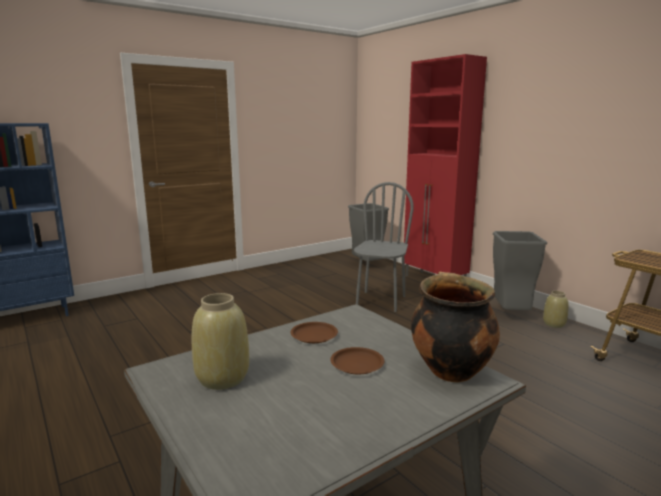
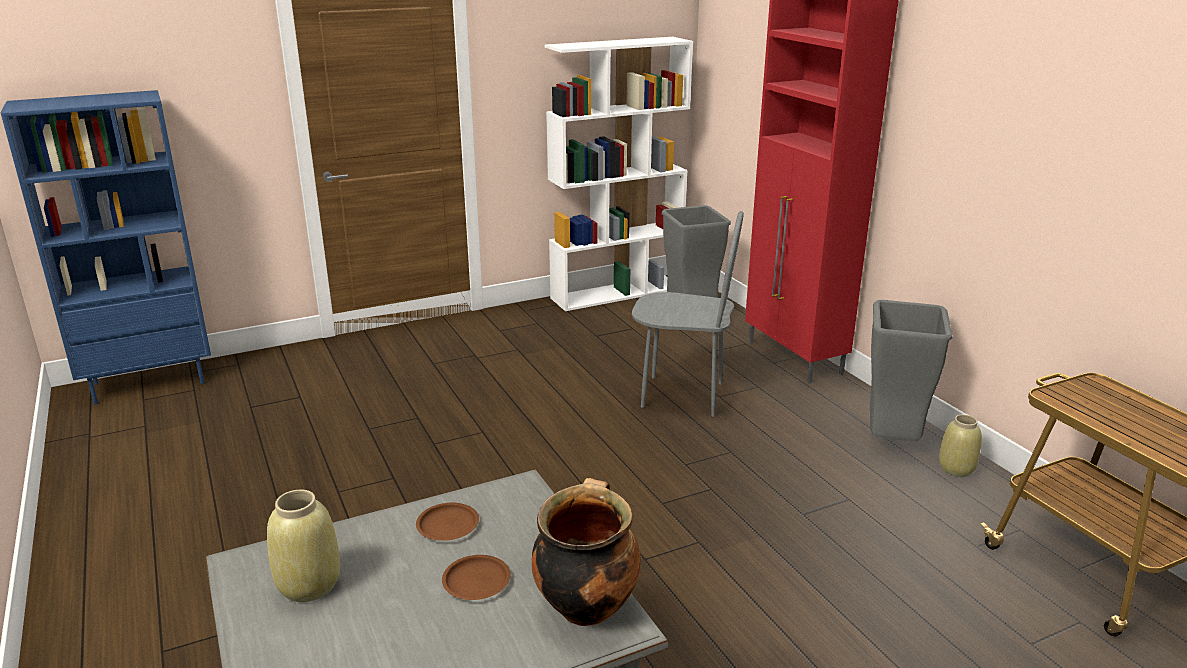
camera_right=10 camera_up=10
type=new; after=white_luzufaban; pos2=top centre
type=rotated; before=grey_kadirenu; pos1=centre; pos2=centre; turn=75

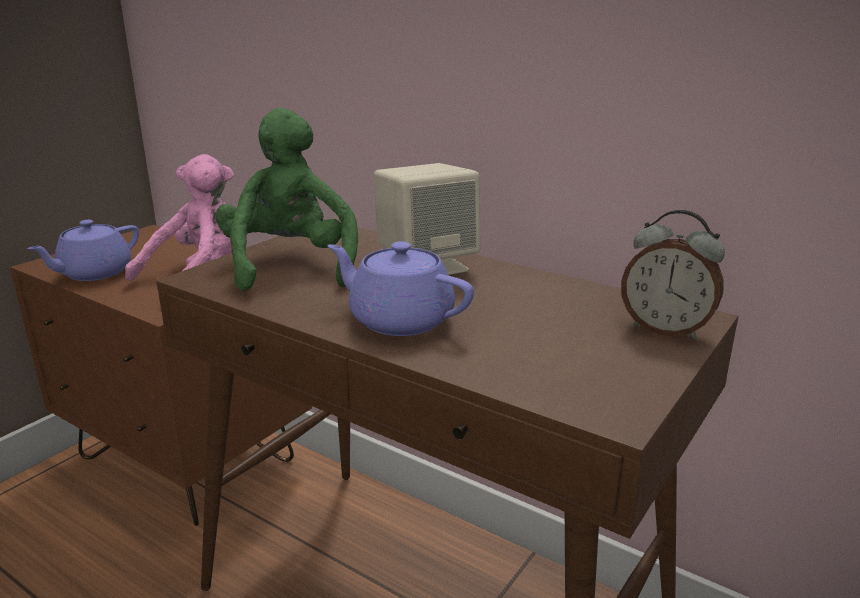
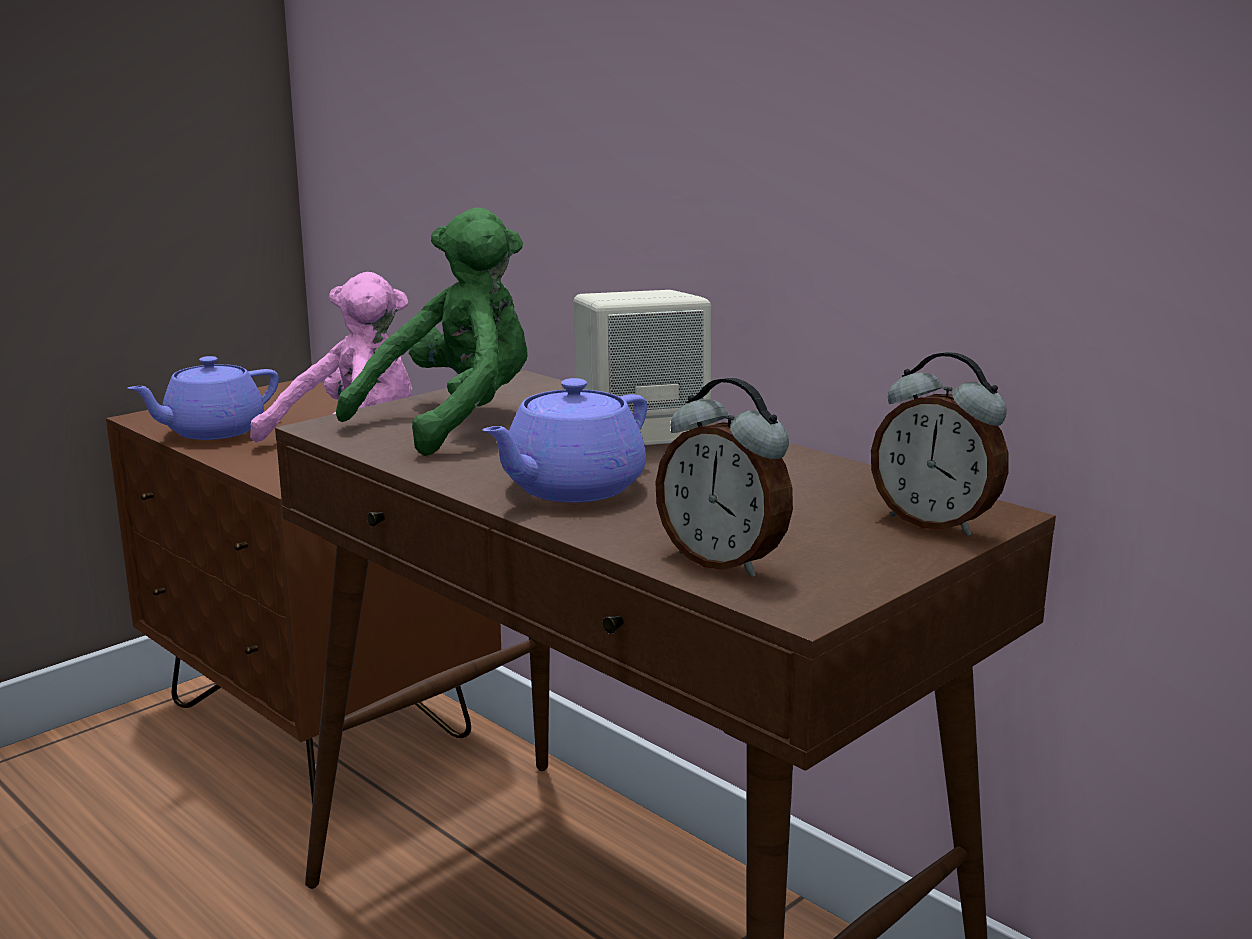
camera_right=10 camera_up=-5
type=rotated; before=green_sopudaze; pos1=top left; pos2=centre; turn=45
type=rotated; before=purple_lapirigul (no. 2 from left); pos1=centre; pos2=centre; turn=-90
type=new; after=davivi (no. 1 from left); pos2=centre

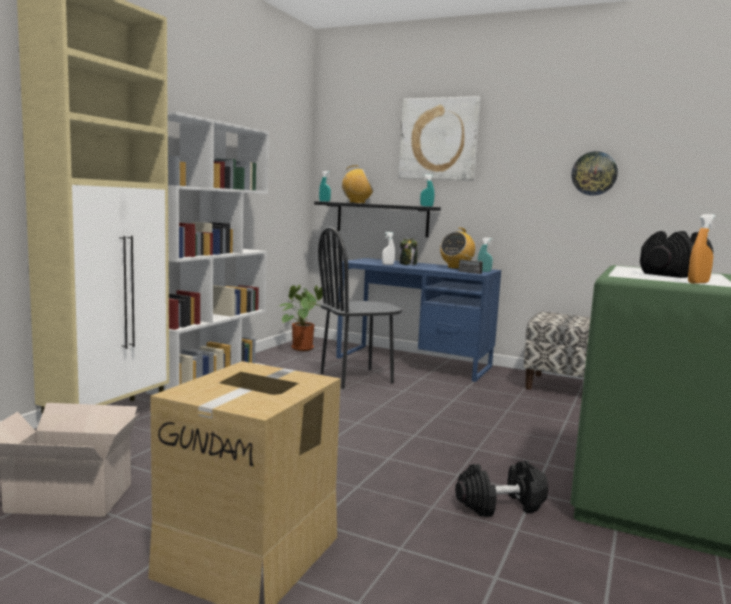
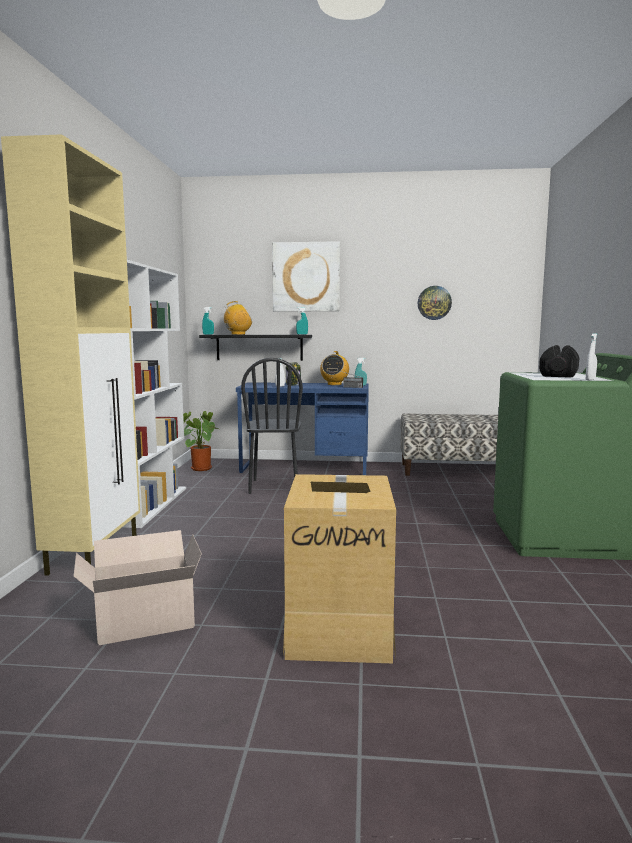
camera_right=-20 camera_up=0
type=rotated; before=black_kadirenu; pos1=centre; pos2=centre; turn=-45
type=repainted; before=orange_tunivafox; after=white_tunivafox (no. 2 from left); pos1=middle right; pos2=middle right
type=gone; before=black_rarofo (no. 1 from left); pos1=bottom right

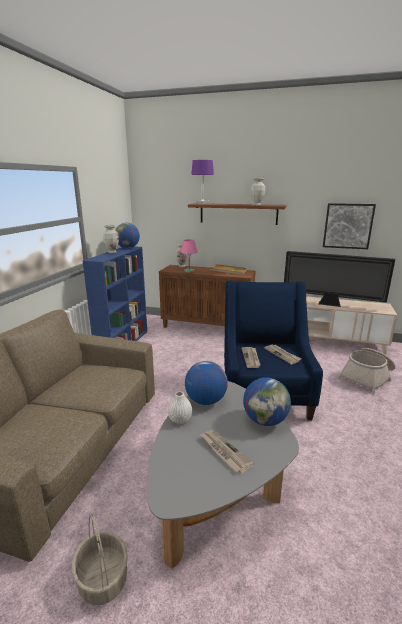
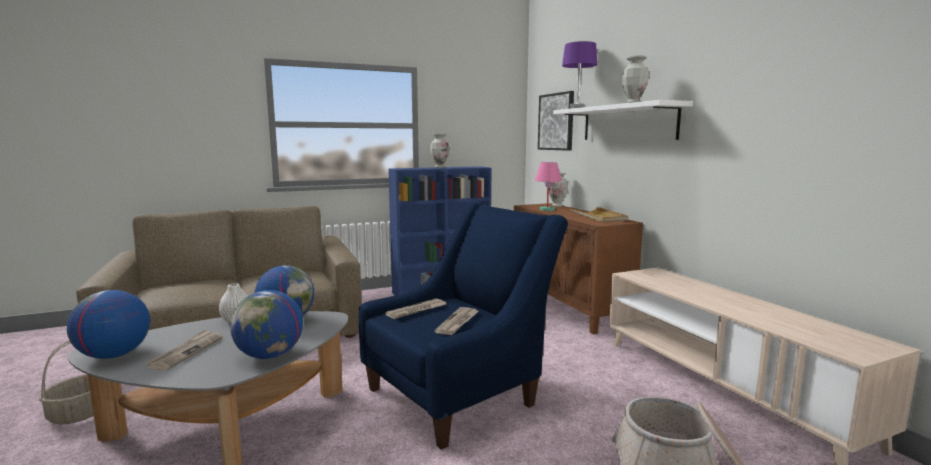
camera_right=50 camera_up=-10
type=shifted; before=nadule (no. 1 from left); pos1=middle left; pos2=bottom left
type=shifted; before=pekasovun; pos1=middle right; pos2=top centre
type=repainted; before=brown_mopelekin; after=white_mopelekin; pos1=centre; pos2=top right
type=gone; before=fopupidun; pos1=middle right

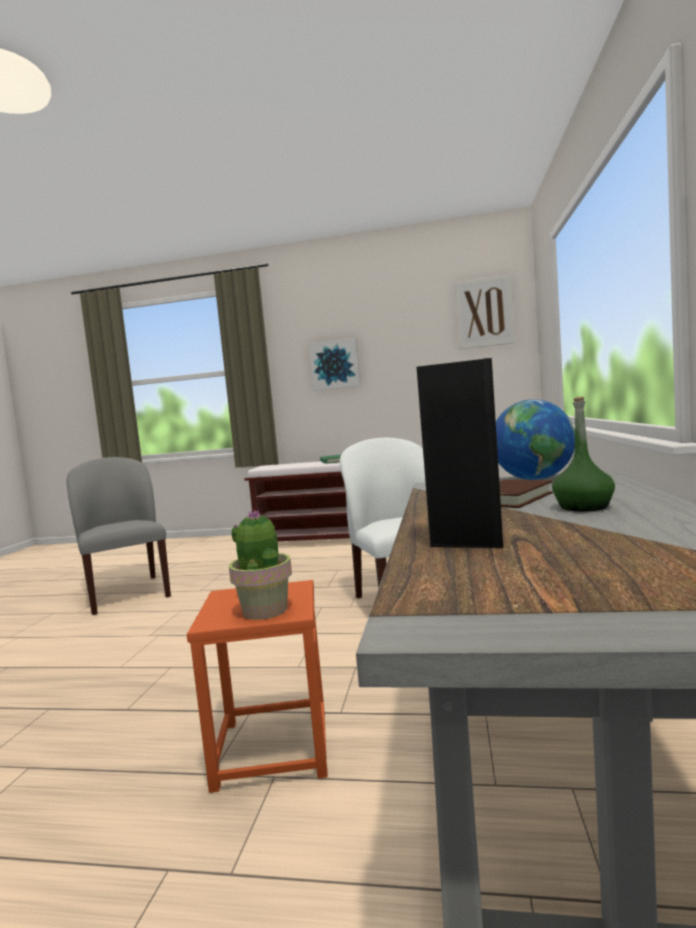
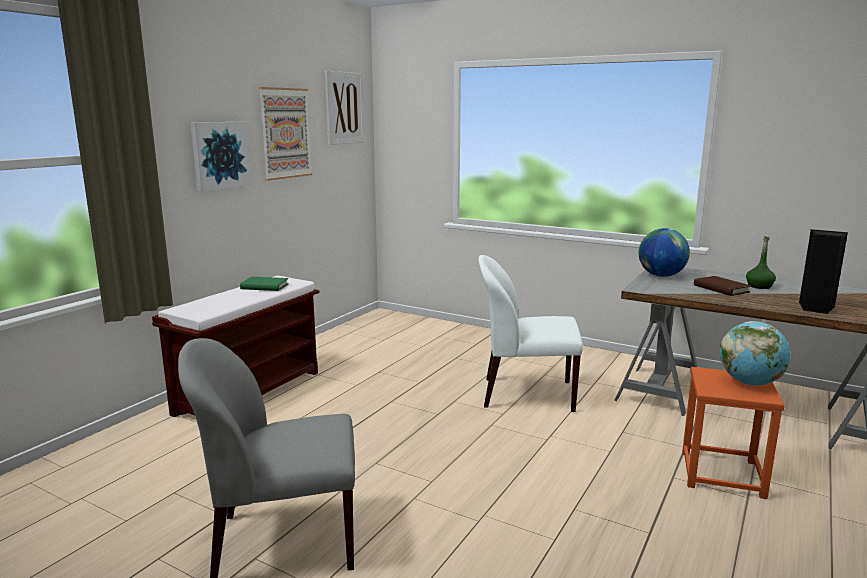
camera_right=-70 camera_up=10
type=new; after=pekasovun (no. 2 from left); pos2=top left
type=swapped; before=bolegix; after=nadule (no. 2 from left); pos1=centre; pos2=middle right

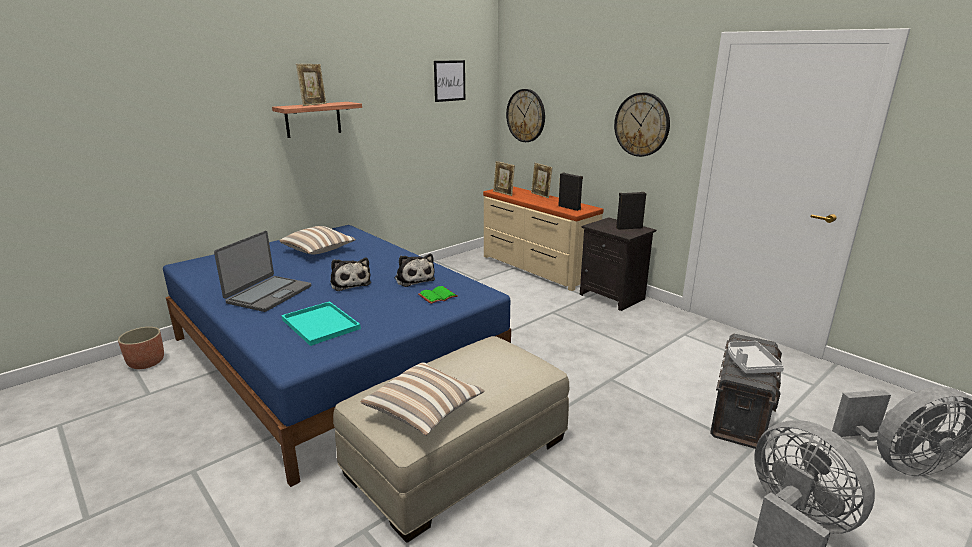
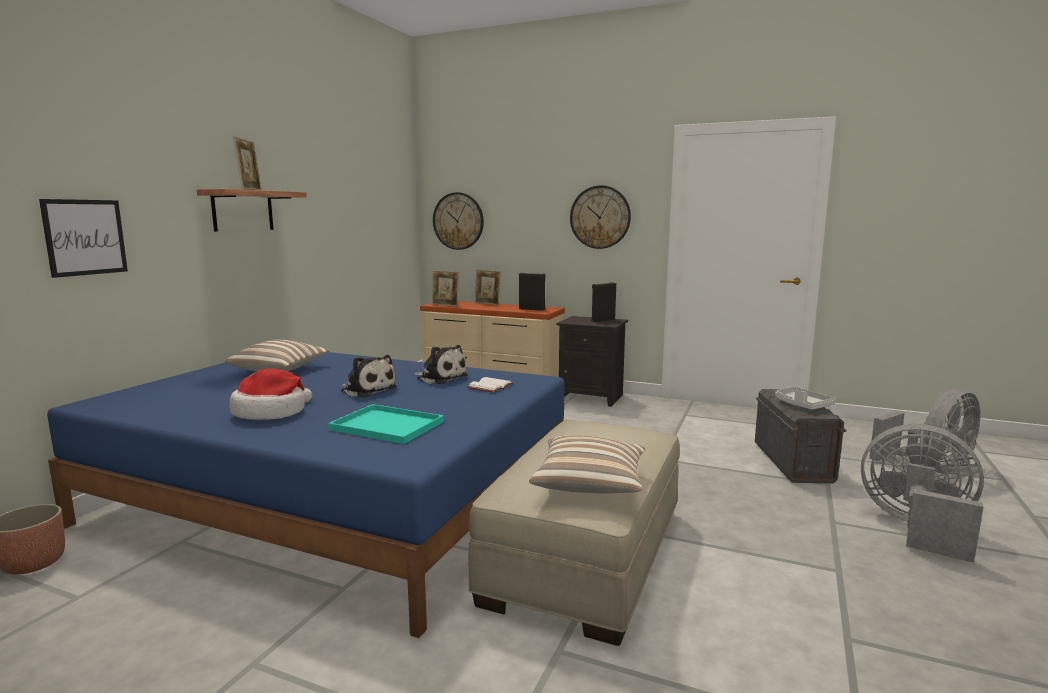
camera_right=-25 camera_up=-10
type=shifted; before=pekasovun; pos1=top centre; pos2=middle left
type=swapped; before=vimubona; after=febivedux; pos1=middle left; pos2=middle left
type=repainted; before=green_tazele; after=white_tazele; pos1=centre; pos2=centre

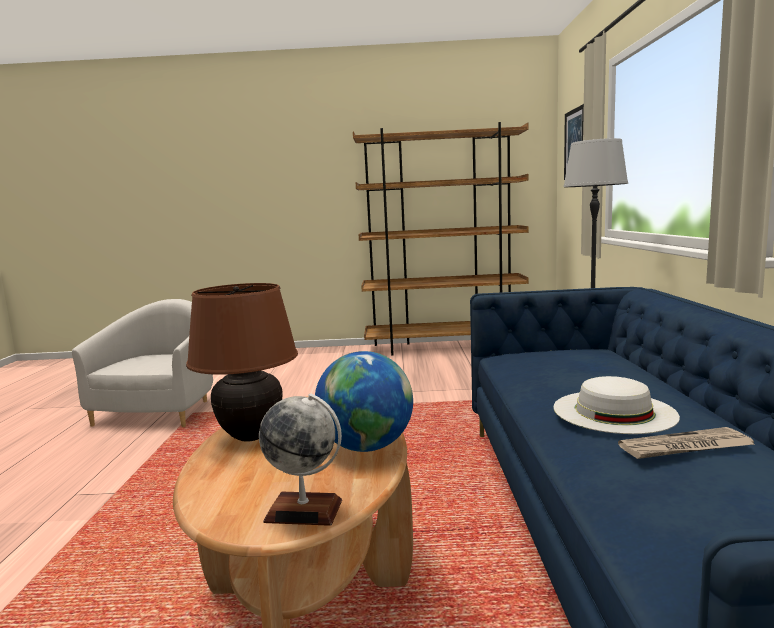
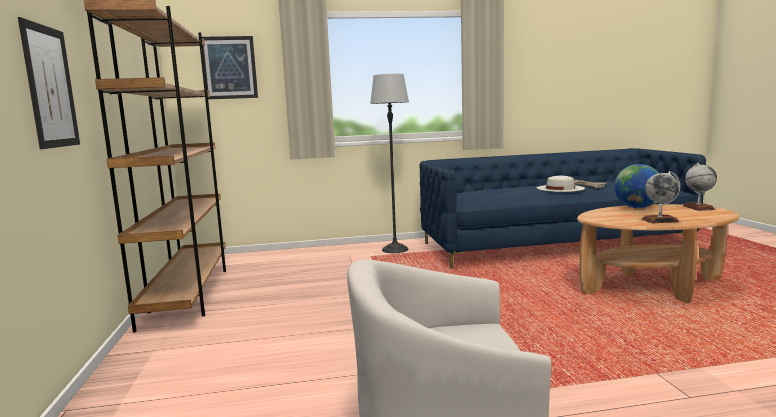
camera_right=-100 camera_up=0
type=new; after=pekasovun (no. 1 from left); pos2=top left
type=swapped; before=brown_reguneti; after=nadule (no. 2 from left); pos1=middle left; pos2=middle right

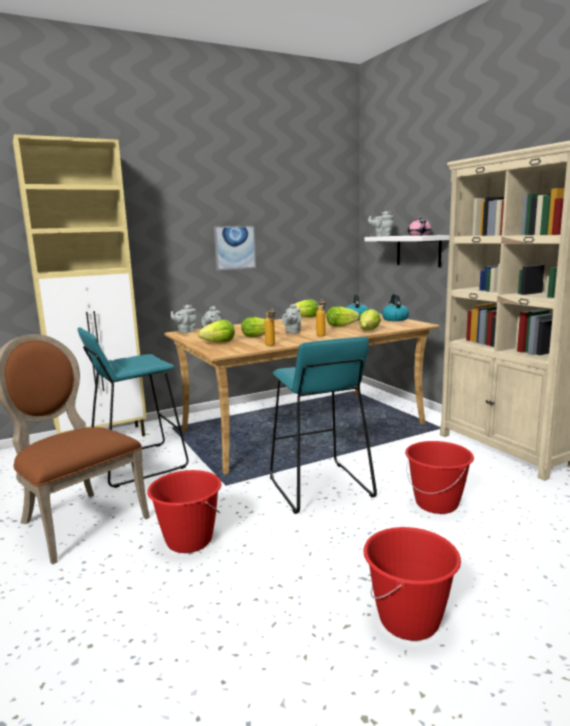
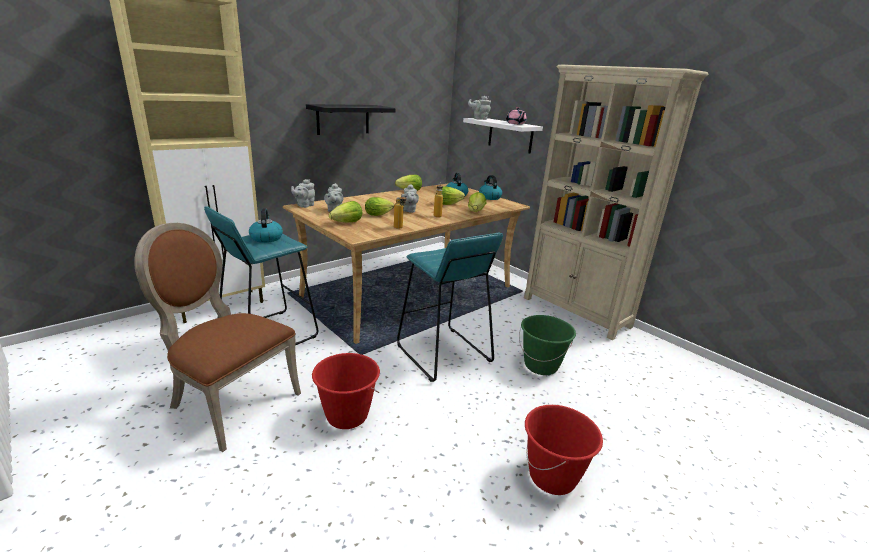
camera_right=-15 camera_up=10
type=new; after=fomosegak (no. 1 from left); pos2=middle left
type=swapped; before=pekasovun; after=black_mopelekin; pos1=centre; pos2=top centre
type=repainted; before=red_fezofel (no. 3 from left); after=green_fezofel; pos1=middle right; pos2=centre

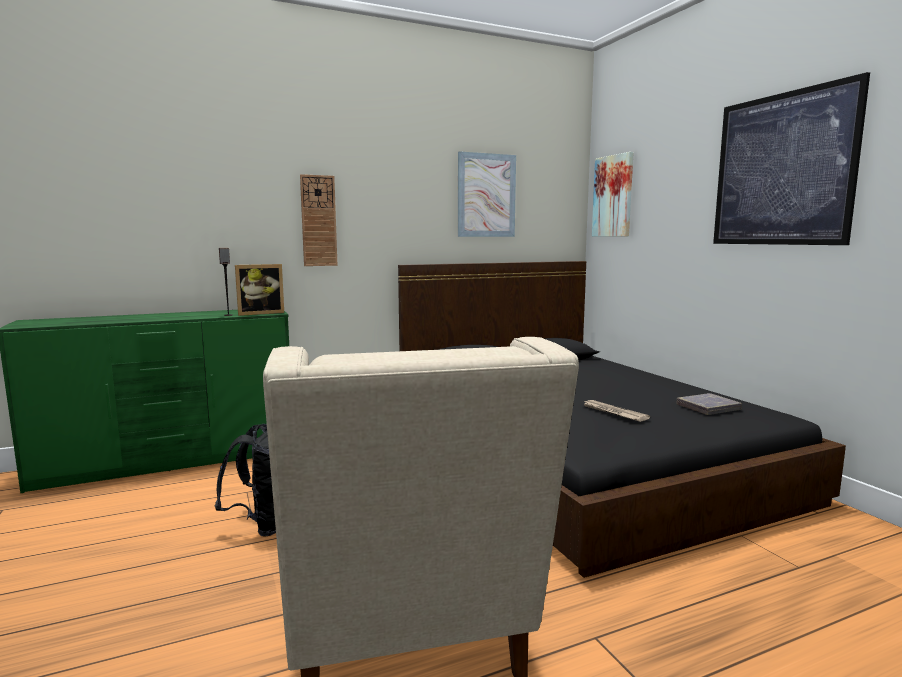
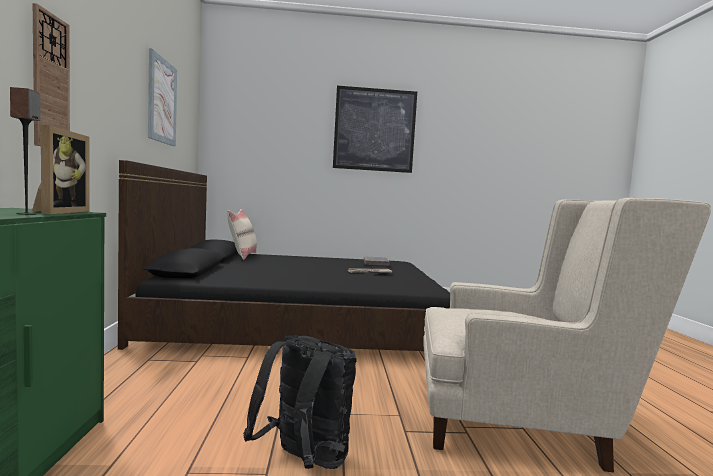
camera_right=-70 camera_up=-5
type=new; after=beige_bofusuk; pos2=centre
type=gone; before=pekasovun (no. 2 from left); pos1=top right

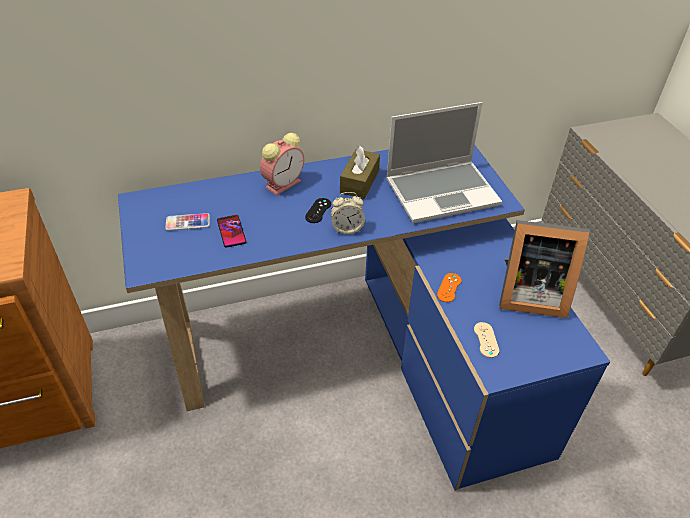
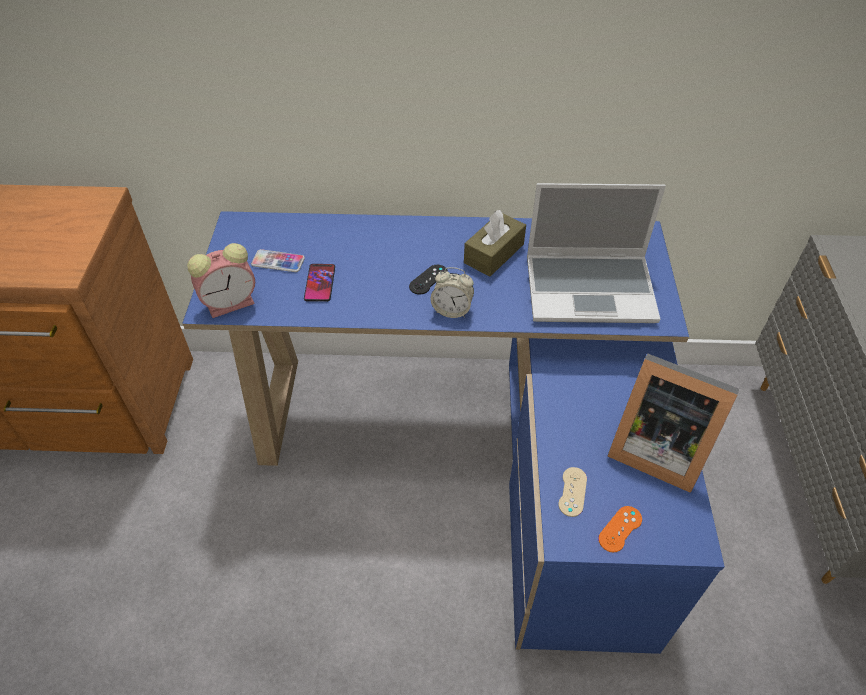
camera_right=20 camera_up=5
type=shifted; before=davivi (no. 1 from left); pos1=top centre; pos2=middle left
type=shifted; before=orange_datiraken; pos1=centre; pos2=bottom right

